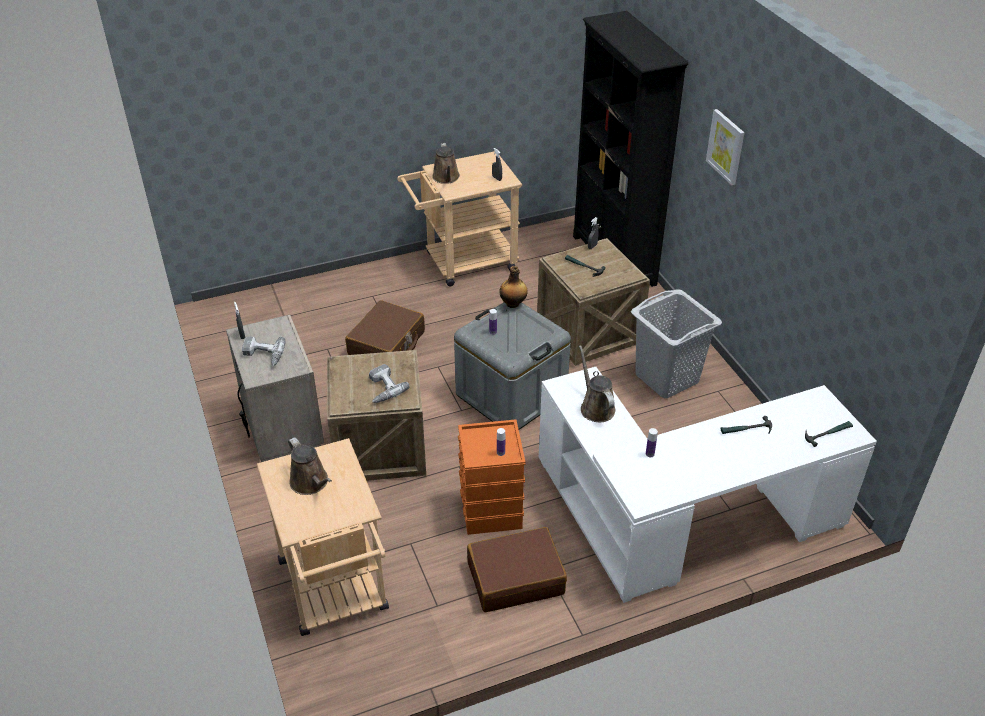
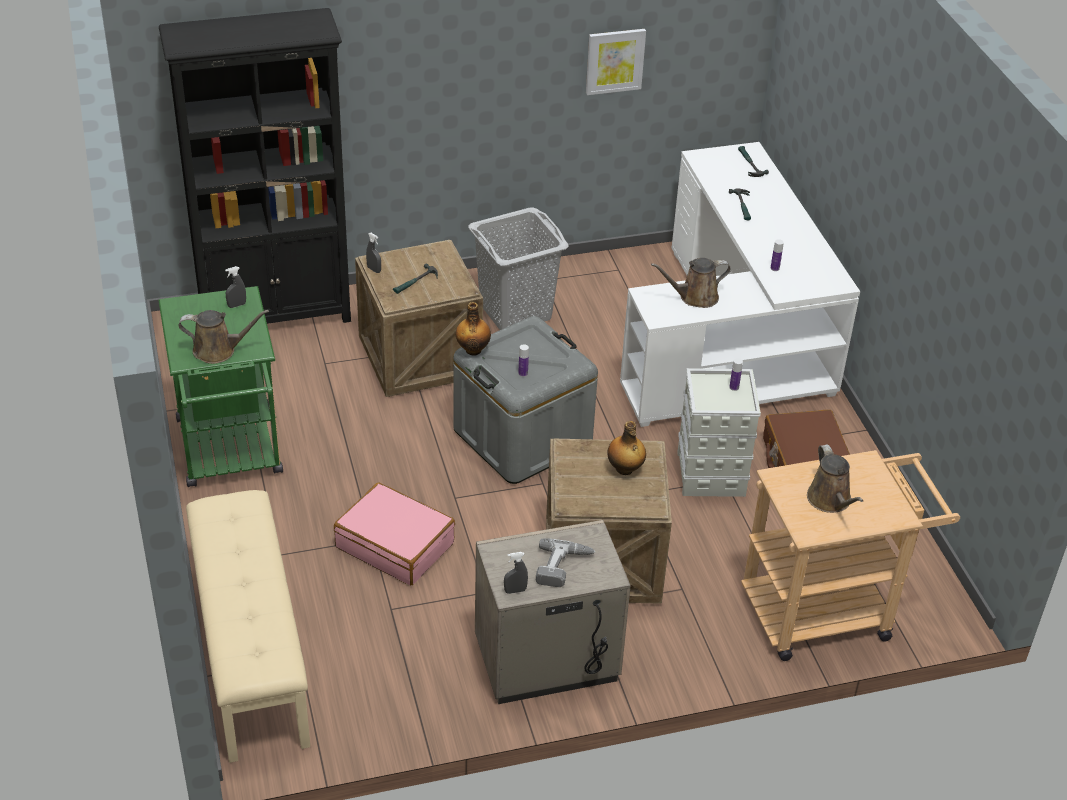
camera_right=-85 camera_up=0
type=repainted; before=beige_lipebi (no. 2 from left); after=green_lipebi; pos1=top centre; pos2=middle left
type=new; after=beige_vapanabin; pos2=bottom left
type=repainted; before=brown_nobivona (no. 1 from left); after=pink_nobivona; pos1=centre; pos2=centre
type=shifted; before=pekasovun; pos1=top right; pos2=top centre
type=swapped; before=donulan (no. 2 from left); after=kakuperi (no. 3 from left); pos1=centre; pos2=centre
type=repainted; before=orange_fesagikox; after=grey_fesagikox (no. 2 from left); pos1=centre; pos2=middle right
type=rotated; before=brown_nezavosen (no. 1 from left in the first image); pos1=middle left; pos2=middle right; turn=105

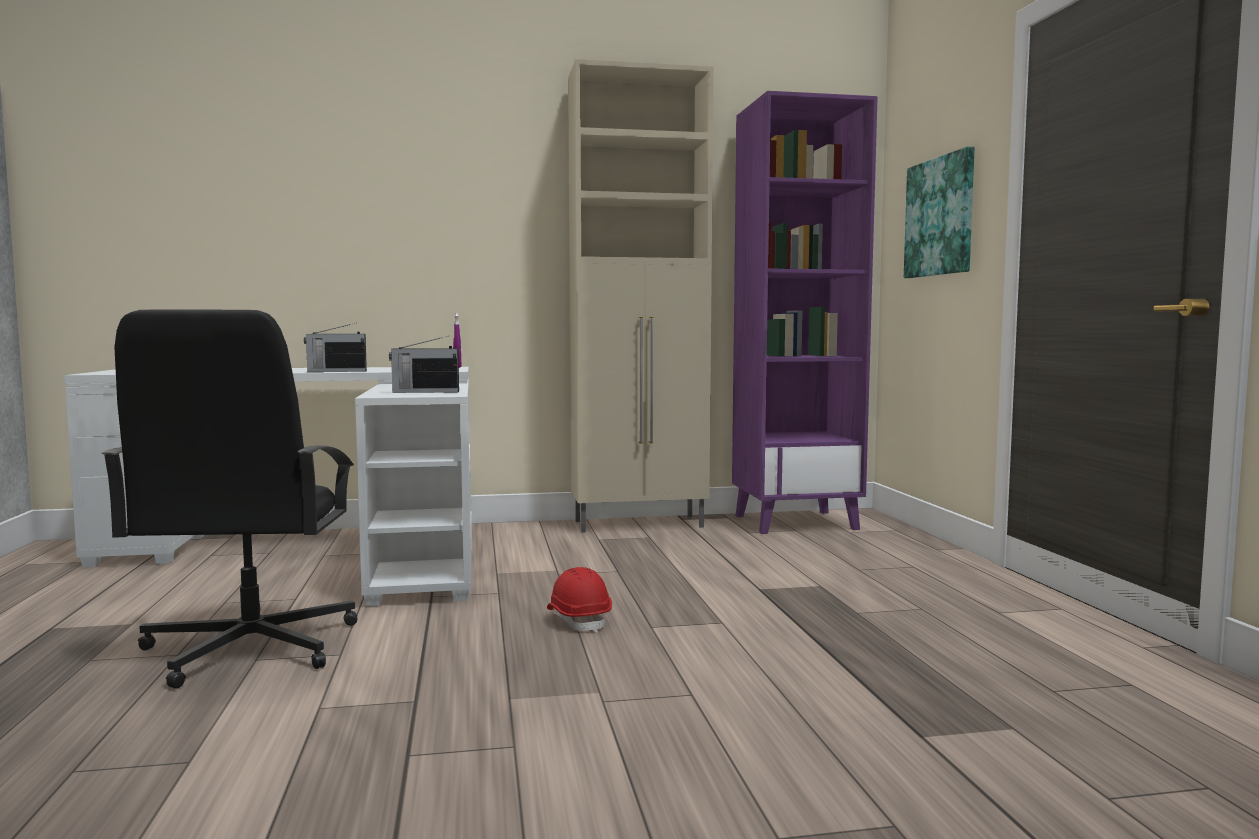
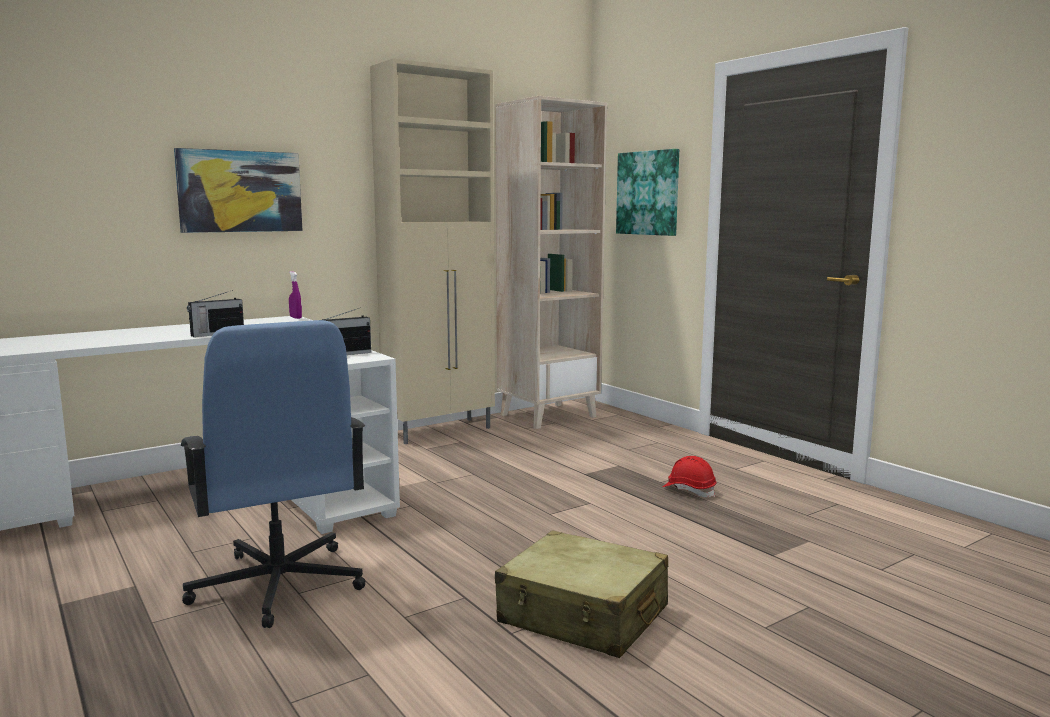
camera_right=-25 camera_up=5
type=new; after=pekasovun (no. 1 from left); pos2=top left
type=repainted; before=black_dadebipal; after=blue_dadebipal; pos1=middle left; pos2=middle left
type=repainted; before=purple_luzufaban; after=beige_luzufaban; pos1=centre; pos2=centre
type=new; after=beige_nobivona; pos2=bottom centre
type=shifted; before=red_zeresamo; pos1=bottom centre; pos2=centre

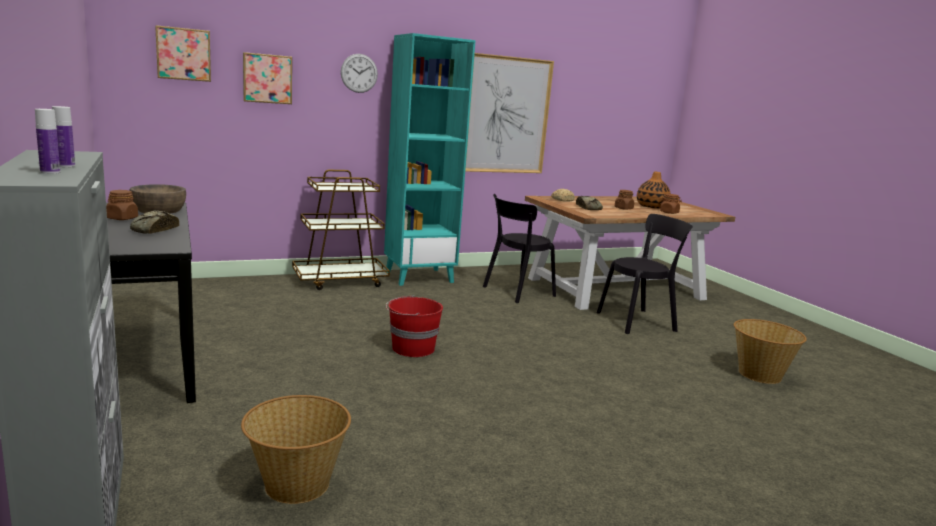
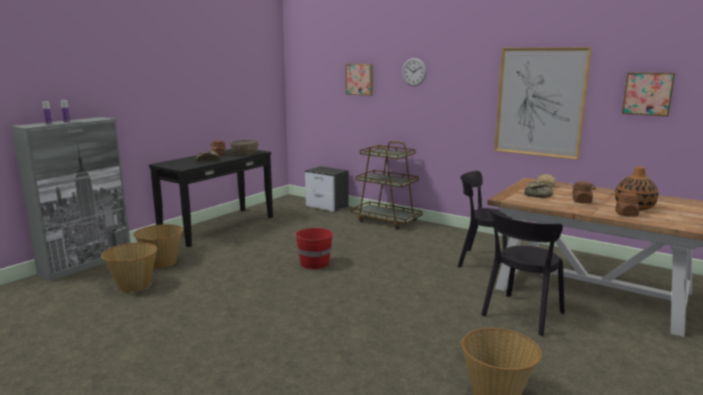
camera_right=60 camera_up=0
type=new; after=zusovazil (no. 2 from left); pos2=middle left
type=new; after=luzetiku; pos2=centre
type=rotated; before=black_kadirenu (no. 2 from left); pos1=middle right; pos2=bottom right; turn=90
type=shifted; before=pekasovun (no. 1 from left in the first image); after=pekasovun (no. 3 from left); pos1=top left; pos2=top right
type=gone; before=turquoise_luzufaban; pos1=top centre

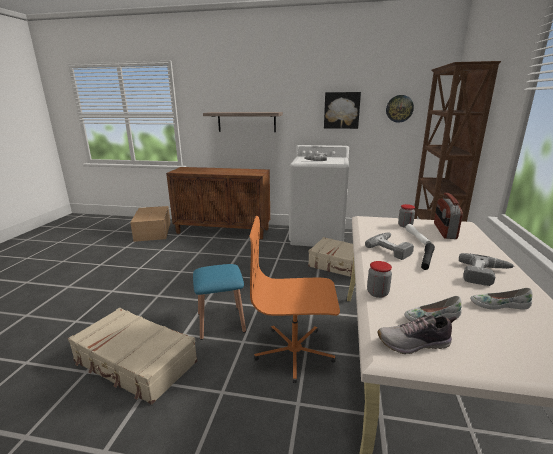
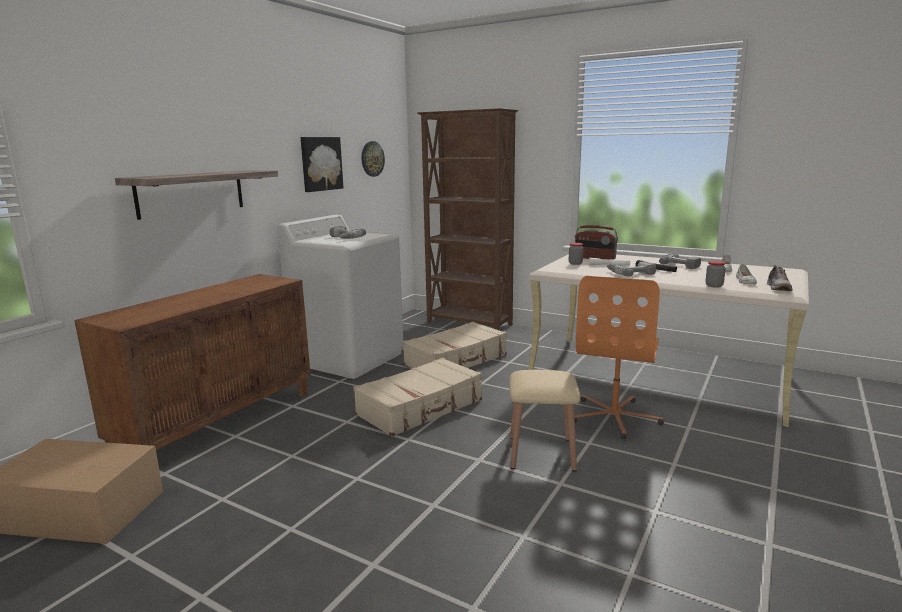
camera_right=-70 camera_up=-5
type=shifted; before=beige_nobivona (no. 1 from left); pos1=bottom left; pos2=centre
type=repainted; before=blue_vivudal; after=beige_vivudal; pos1=centre; pos2=bottom centre

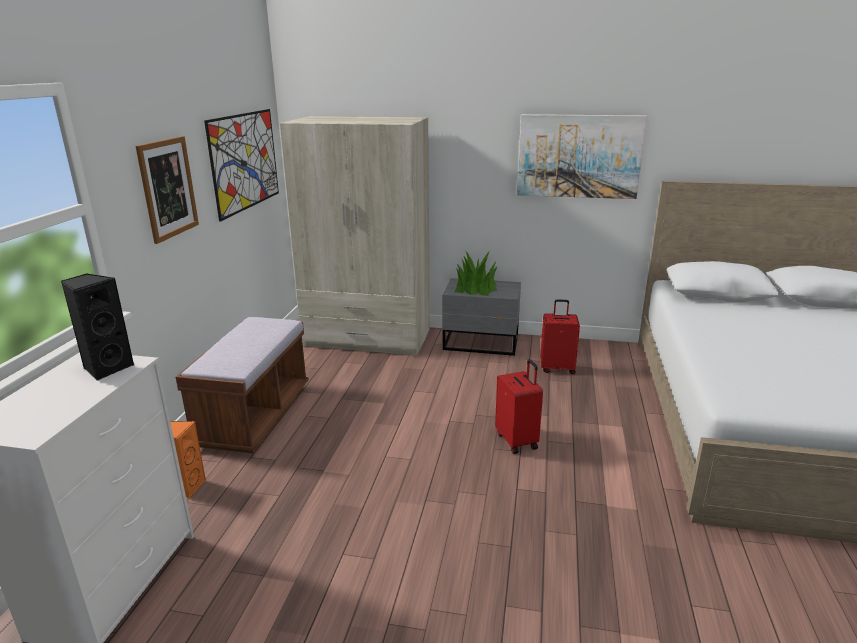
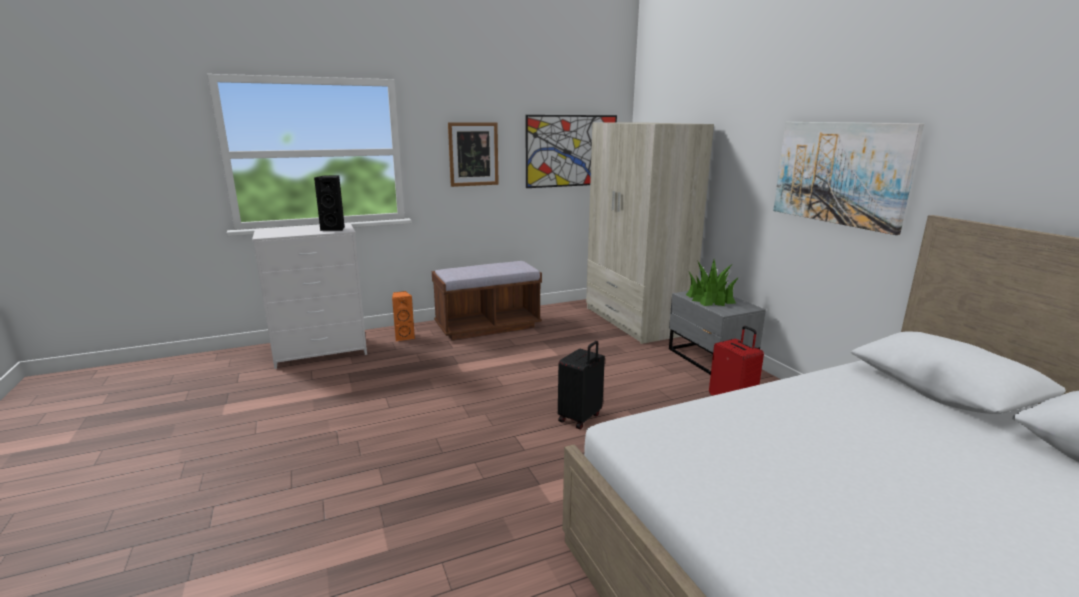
camera_right=55 camera_up=-5
type=repainted; before=red_nobivona (no. 1 from left); after=black_nobivona; pos1=centre; pos2=centre

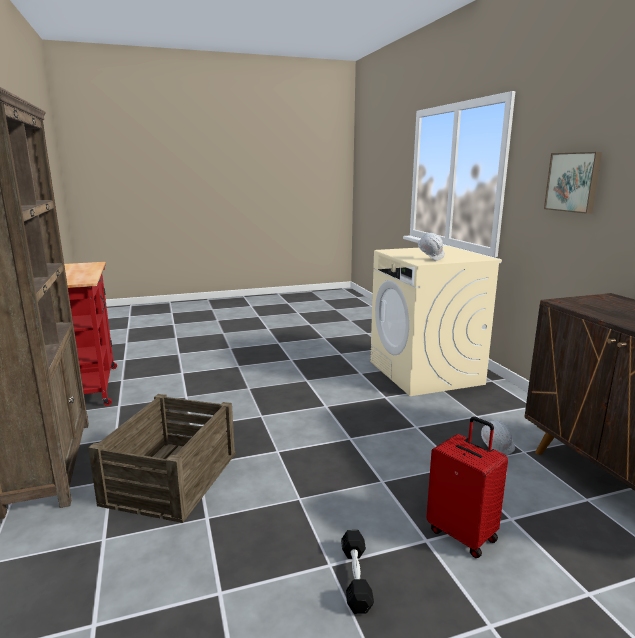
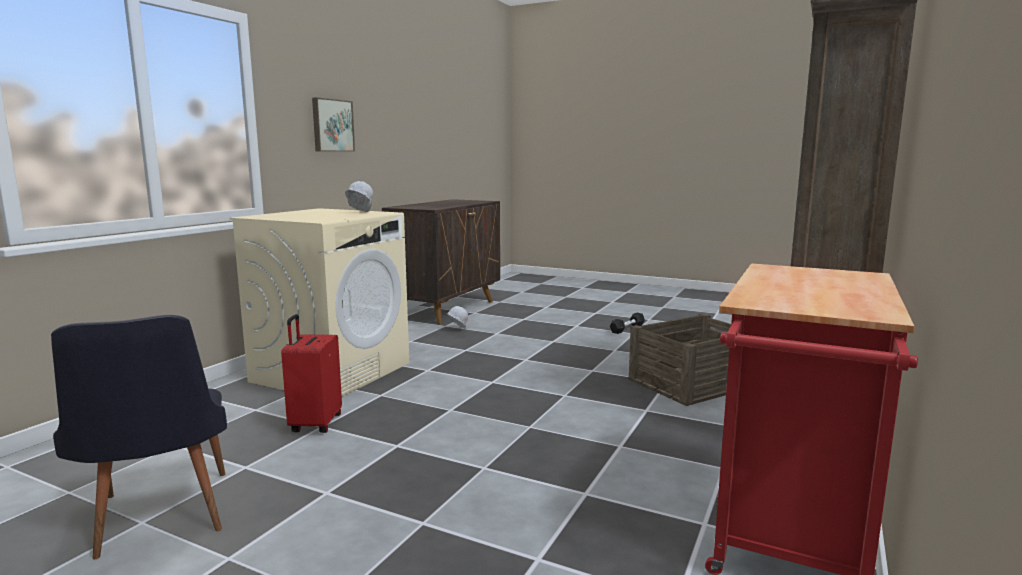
camera_right=-135 camera_up=-5
type=new; after=black_kadirenu; pos2=bottom left
type=shifted; before=red_nobivona; pos1=bottom right; pos2=middle left

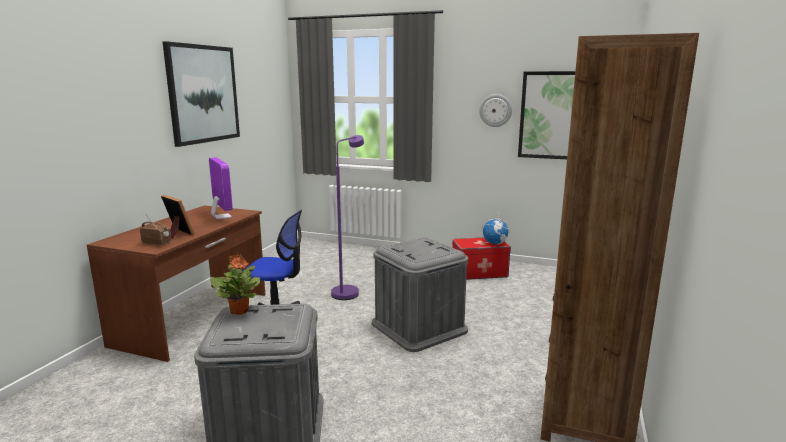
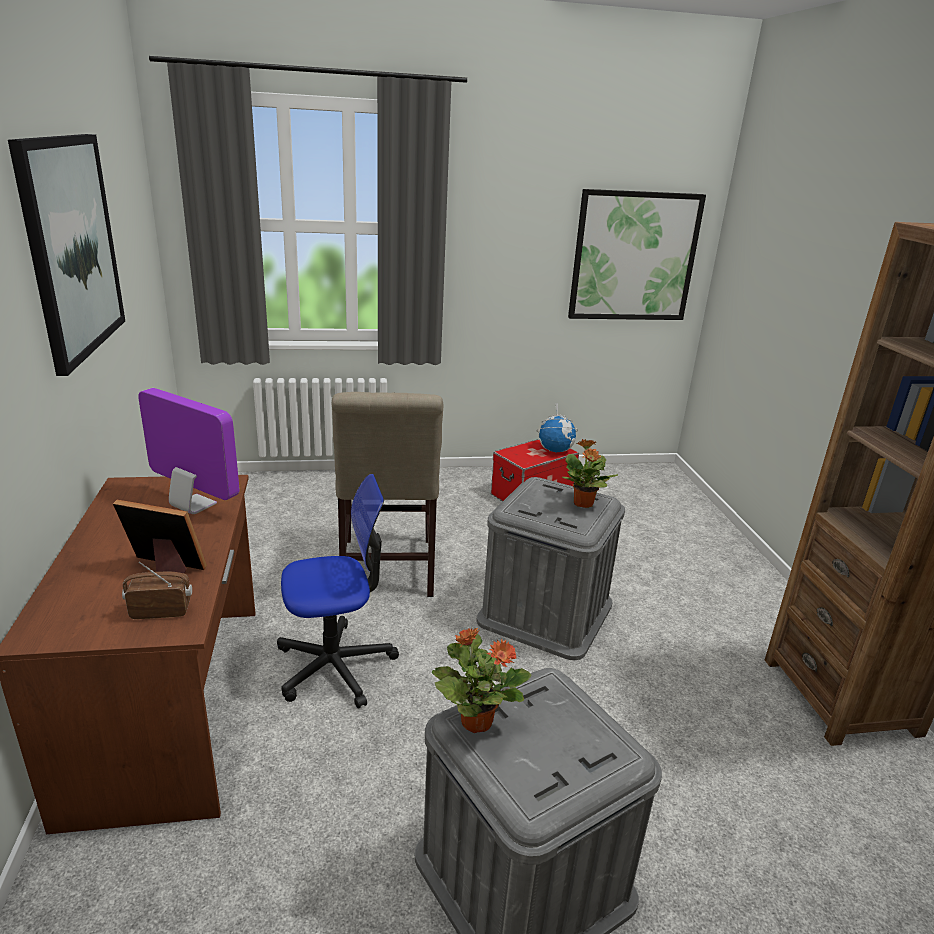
camera_right=-30 camera_up=10
type=swapped; before=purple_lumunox; after=beige_kadirenu; pos1=centre; pos2=centre
type=new; after=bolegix (no. 2 from left); pos2=centre
type=gone; before=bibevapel; pos1=top centre

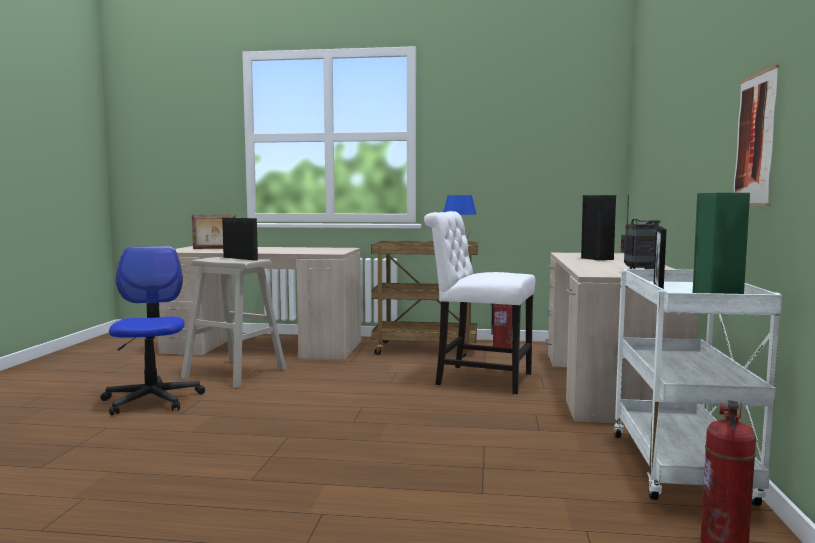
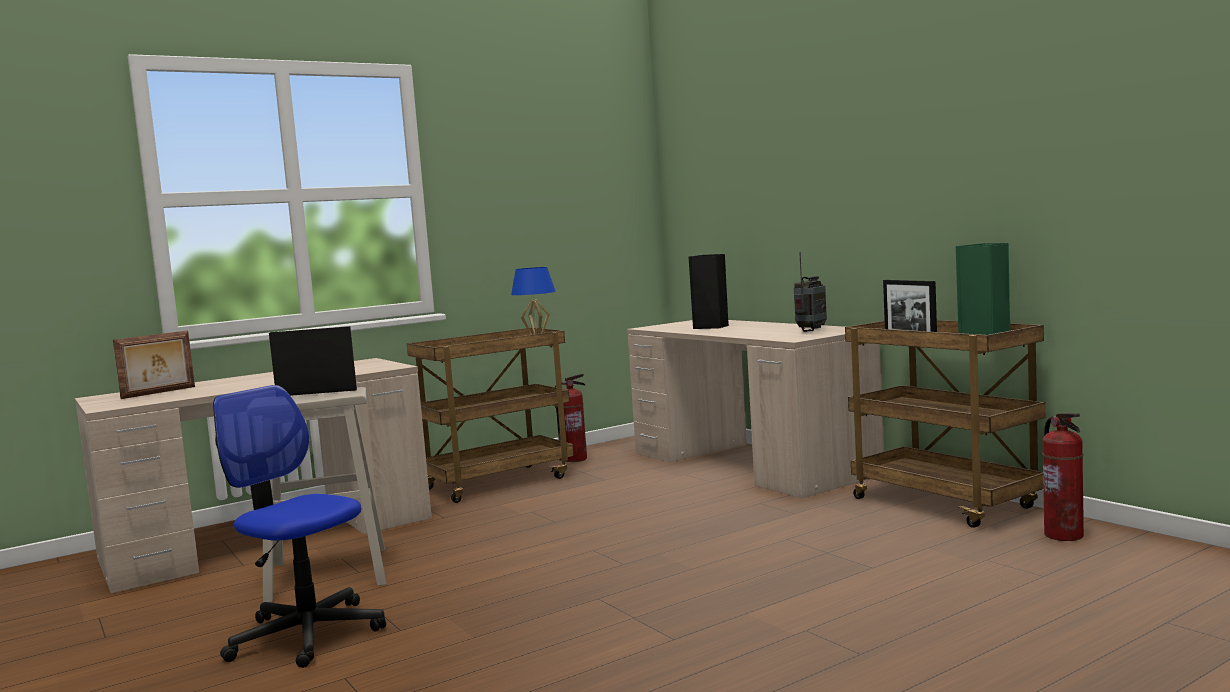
camera_right=-40 camera_up=0
type=repainted; before=white_lipebi; after=brown_lipebi (no. 2 from left); pos1=bottom right; pos2=middle right
type=gone; before=white_kadirenu; pos1=centre
type=gone; before=pekasovun; pos1=top right

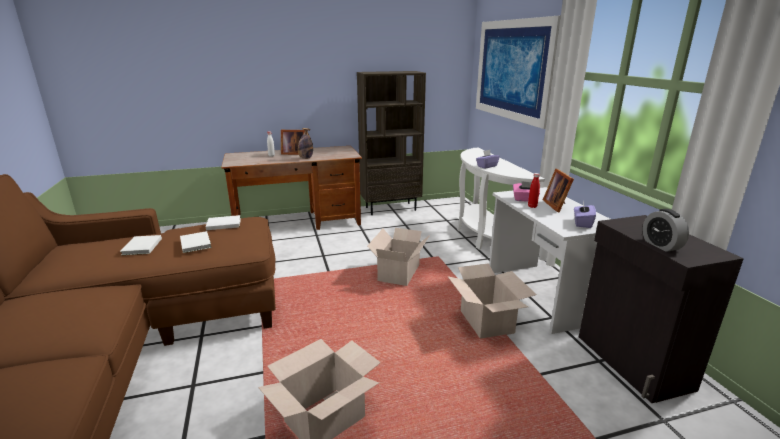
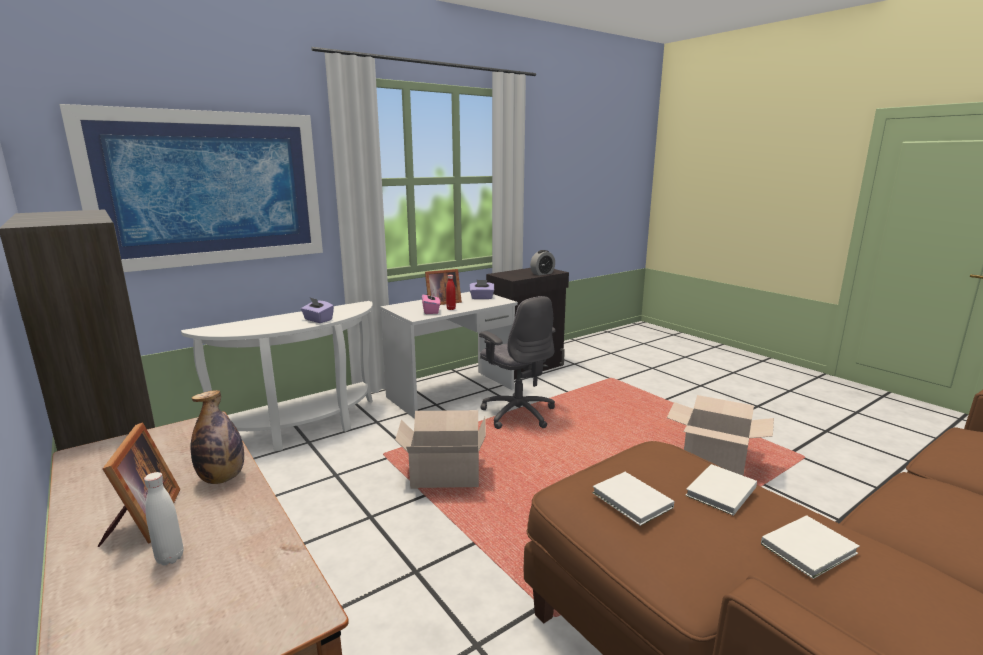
camera_right=-110 camera_up=-5
type=swapped; before=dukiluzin (no. 3 from left); after=grey_dadebipal; pos1=bottom centre; pos2=centre

